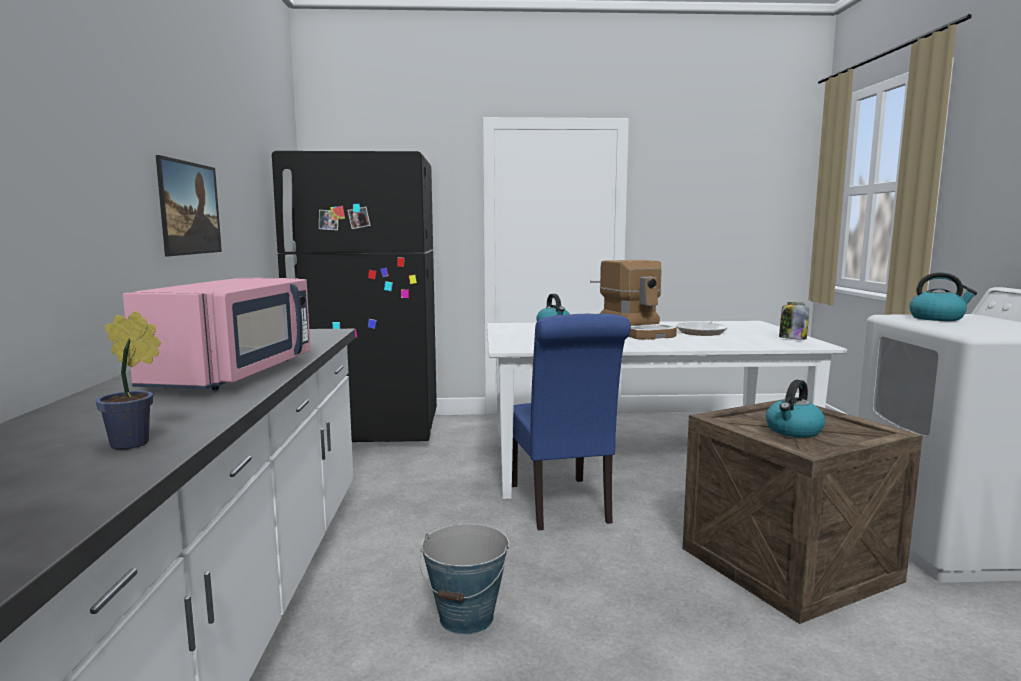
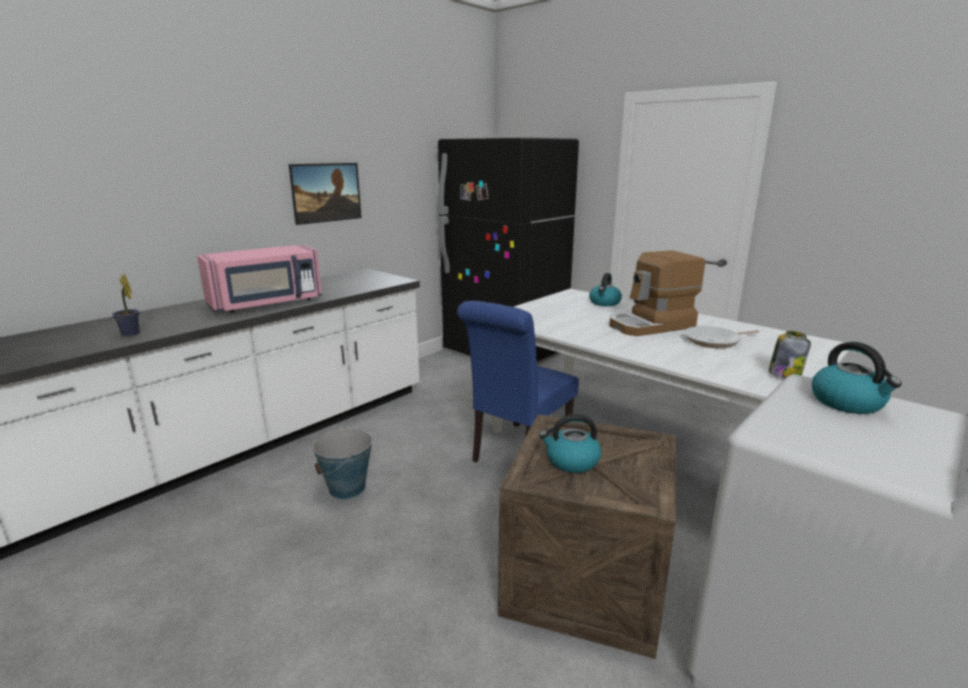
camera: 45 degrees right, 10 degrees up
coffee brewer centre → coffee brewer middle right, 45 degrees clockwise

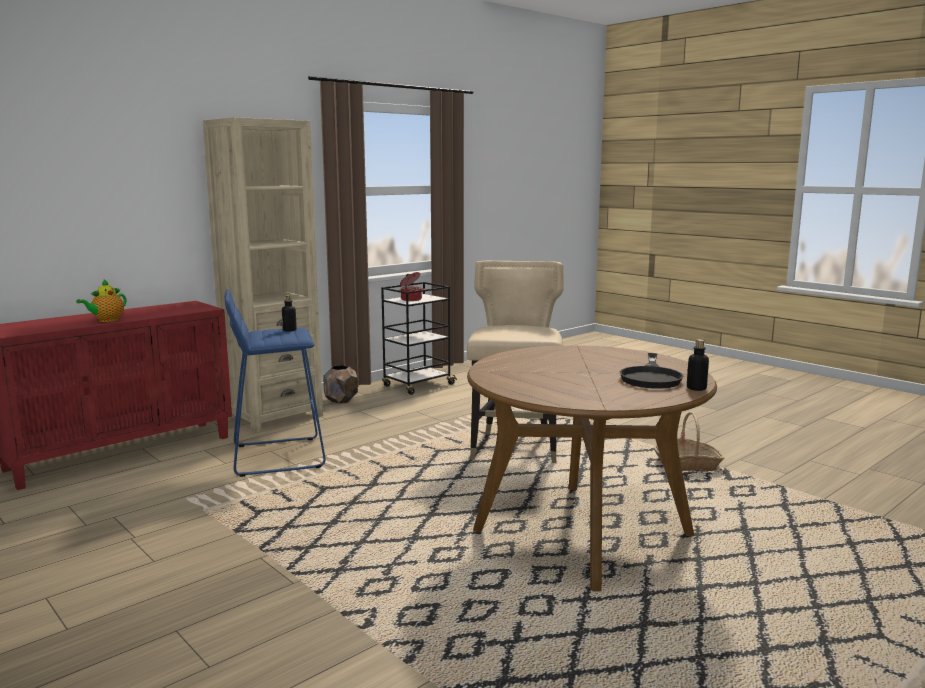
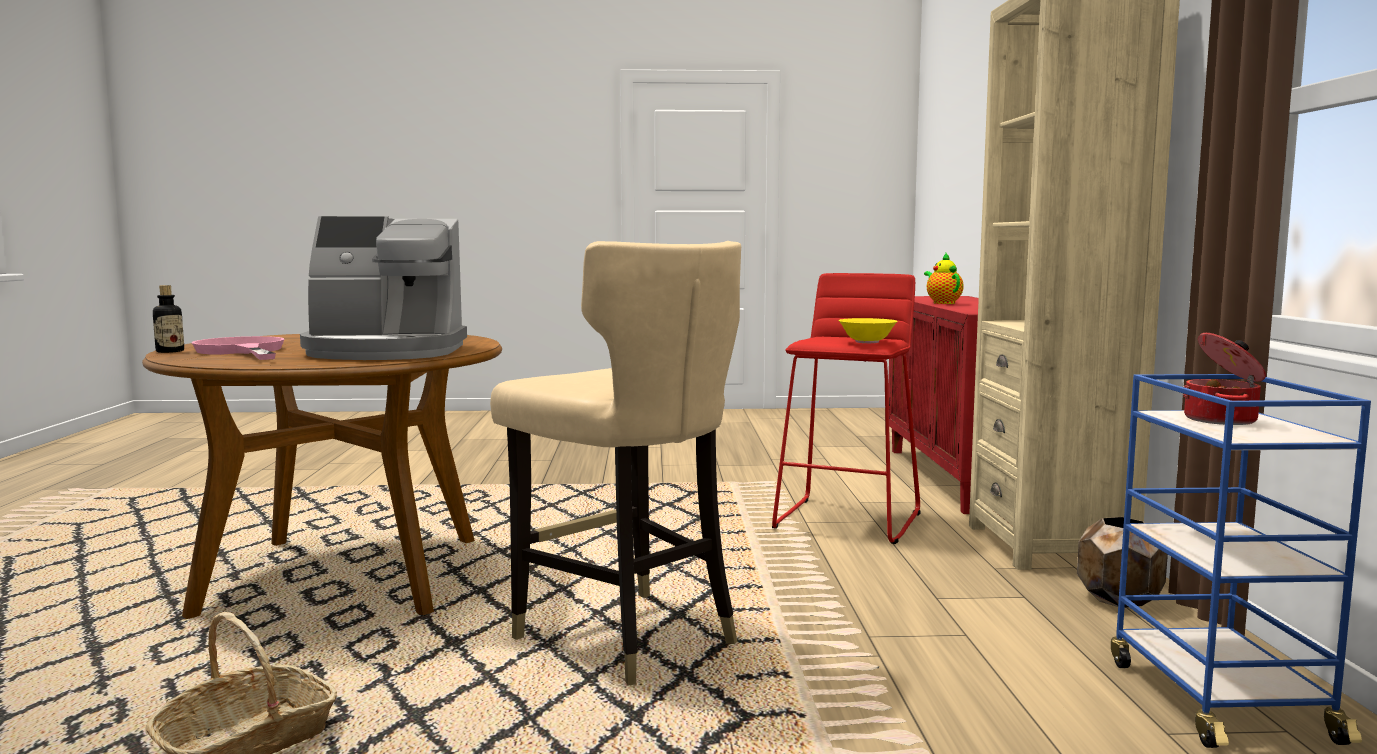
camera: 130 degrees right, 5 degrees down
blue sitting stool middle left → red sitting stool centre
beverage bottle (no. 1 from left) middle left → yellowish serving bowl centre
black trolley centre → blue trolley bottom right
black pan middle right → pinkish pan middle left
- → coffee brewer middle left

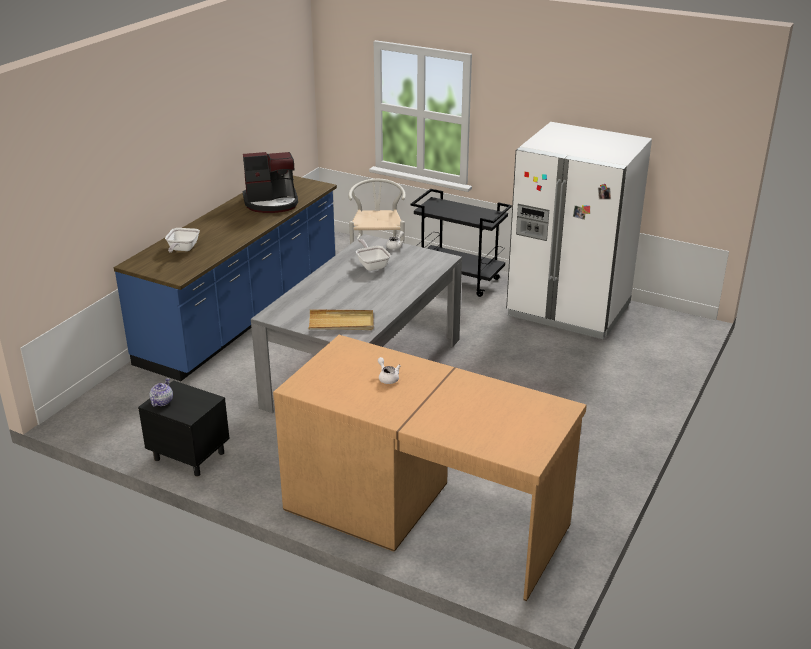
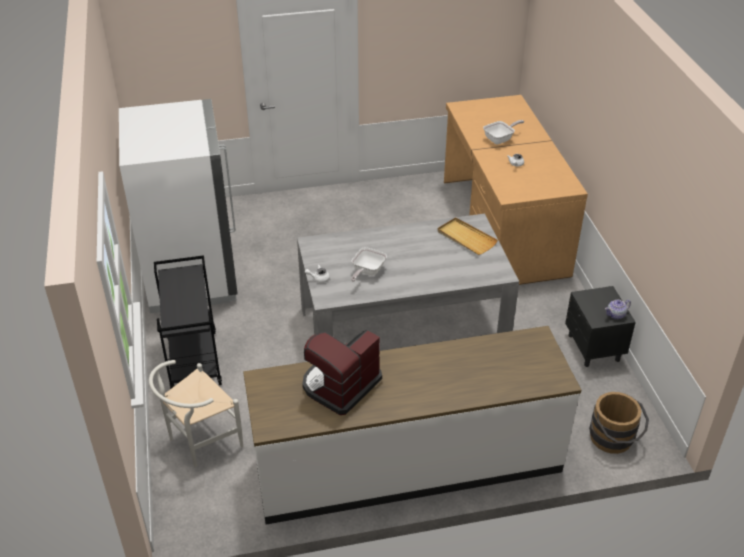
camera: 130 degrees left, 10 degrees up
blue counter middle left → white-coloured counter bottom centre
pan (no. 1 from left in the first image) middle left → pan (no. 2 from left) top right, shifted
coffee brewer top left → coffee brewer bottom centre, 90 degrees counterclockwise
- → brown-coloured pail bottom right

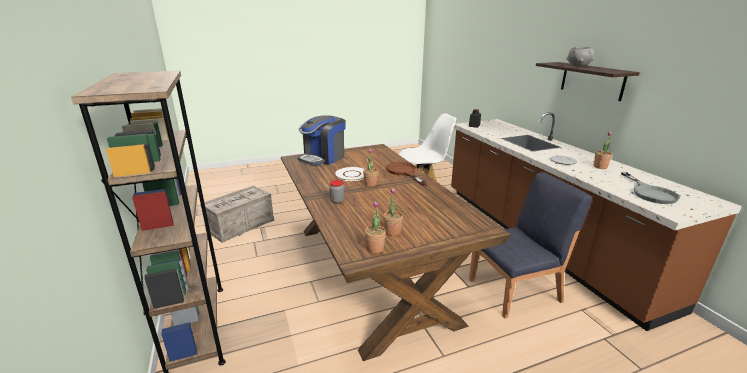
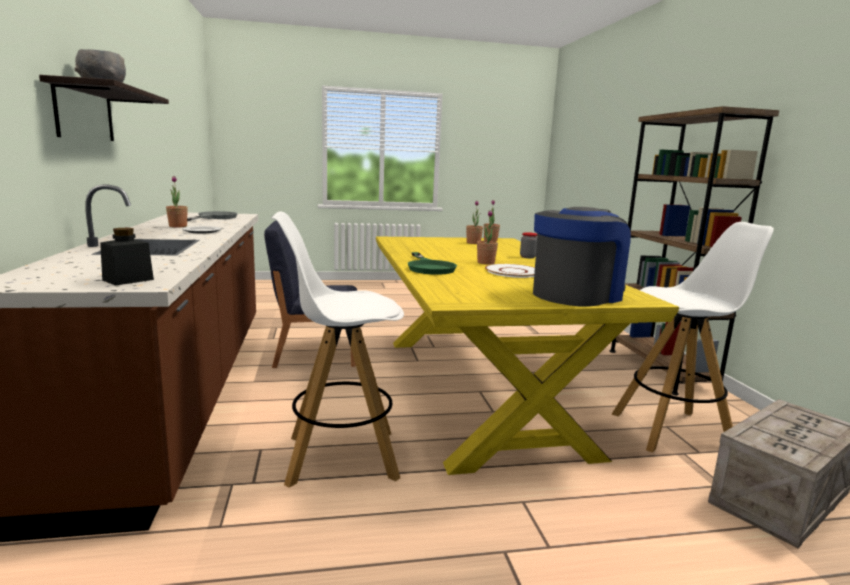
camera: 170 degrees left, 10 degrees down
brown-coloured dining table bottom centre → yellowish dining table centre
brown-coloured pan centre → green-coloured pan centre
- → white-coloured sitting stool (no. 2 from left) middle right

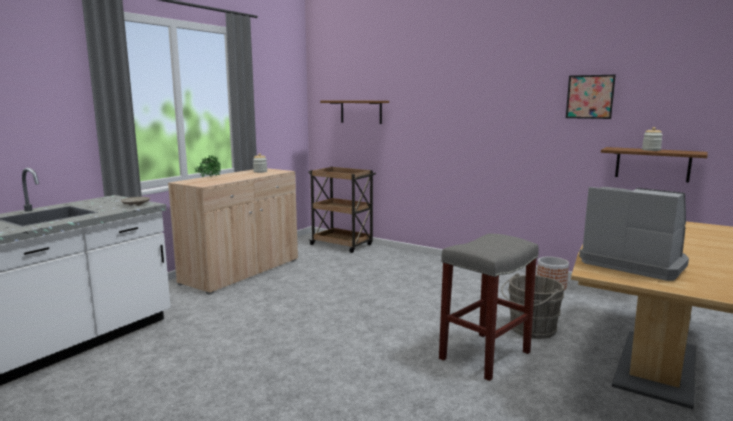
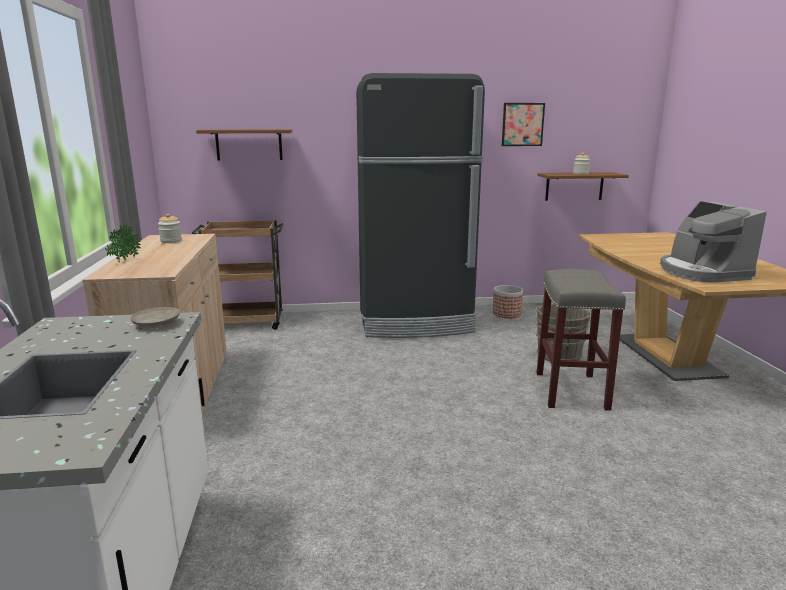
camera: 40 degrees left, 5 degrees up
coffee brewer middle right, 105 degrees counterclockwise
- → black refrigerator centre

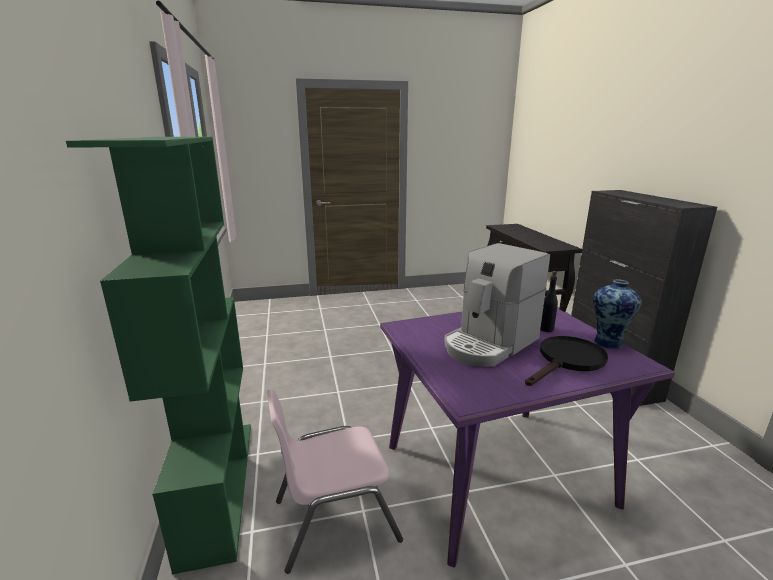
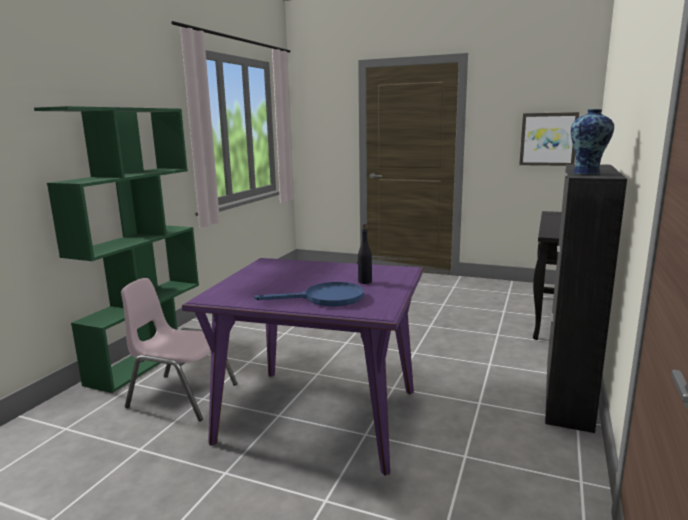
camera: 35 degrees right, 5 degrees down
coffee brewer centre → -
black pan middle right → blue pan centre
decorative vase middle right → decorative vase top right, shifted
- → wall picture top right

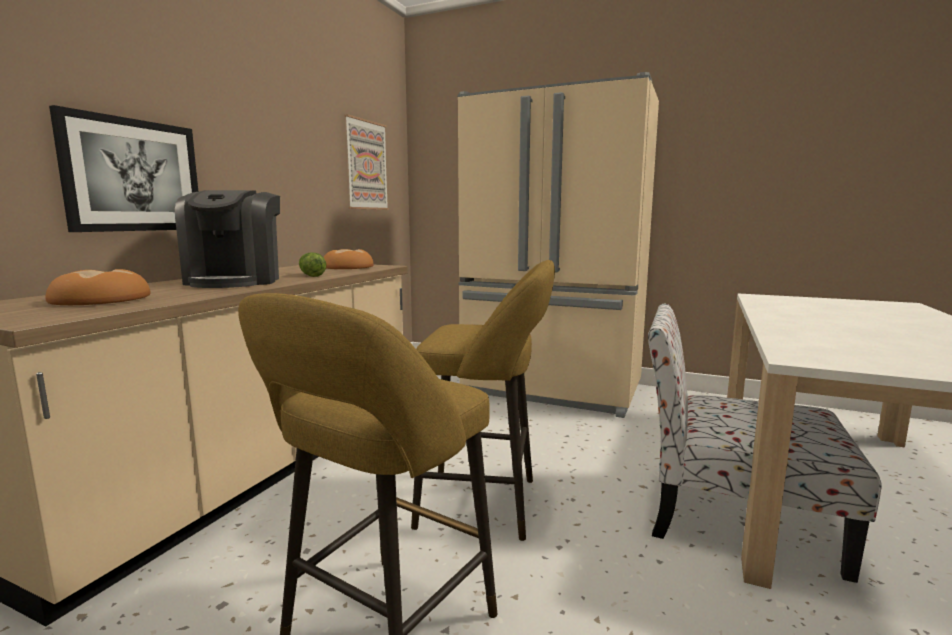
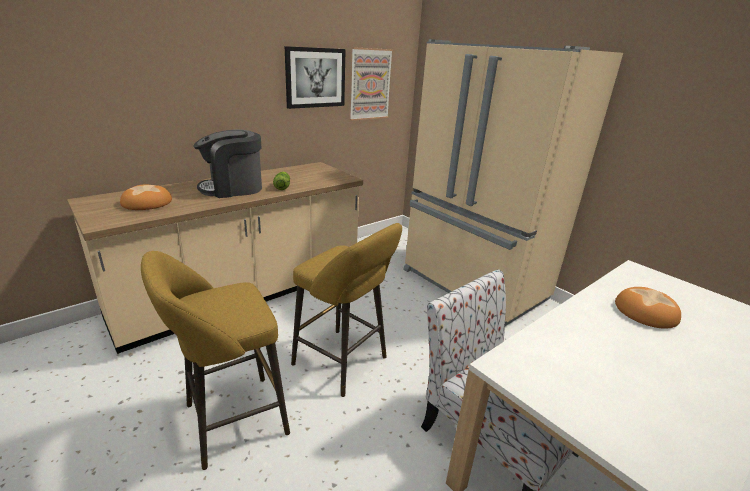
camera: 25 degrees right, 15 degrees up
wall picture (no. 1 from left) top left → wall picture (no. 1 from left) top centre, shifted
coffee brewer middle left, 45 degrees clockwise
baked bread (no. 2 from left) centre → baked bread (no. 2 from left) middle right, shifted

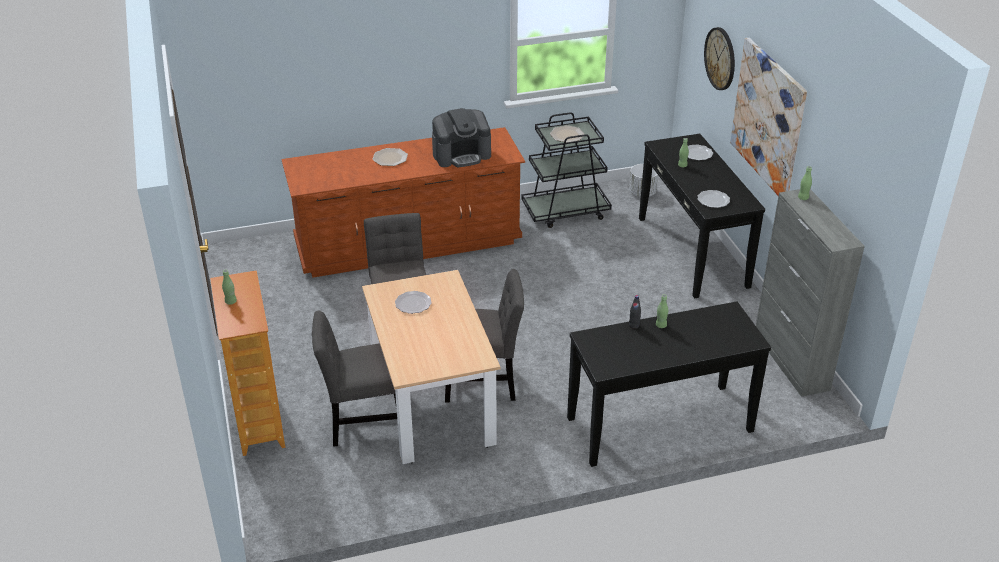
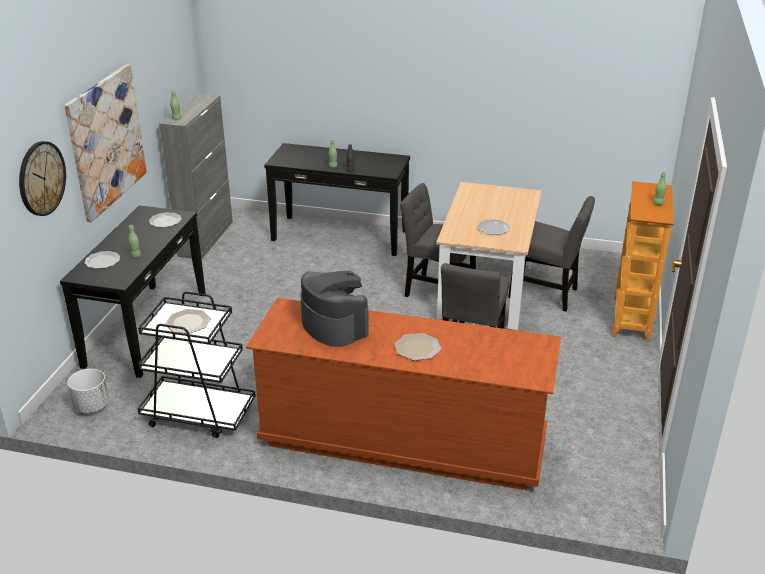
camera: 150 degrees left, 5 degrees down
coffee brewer top centre → coffee brewer centre, 45 degrees clockwise

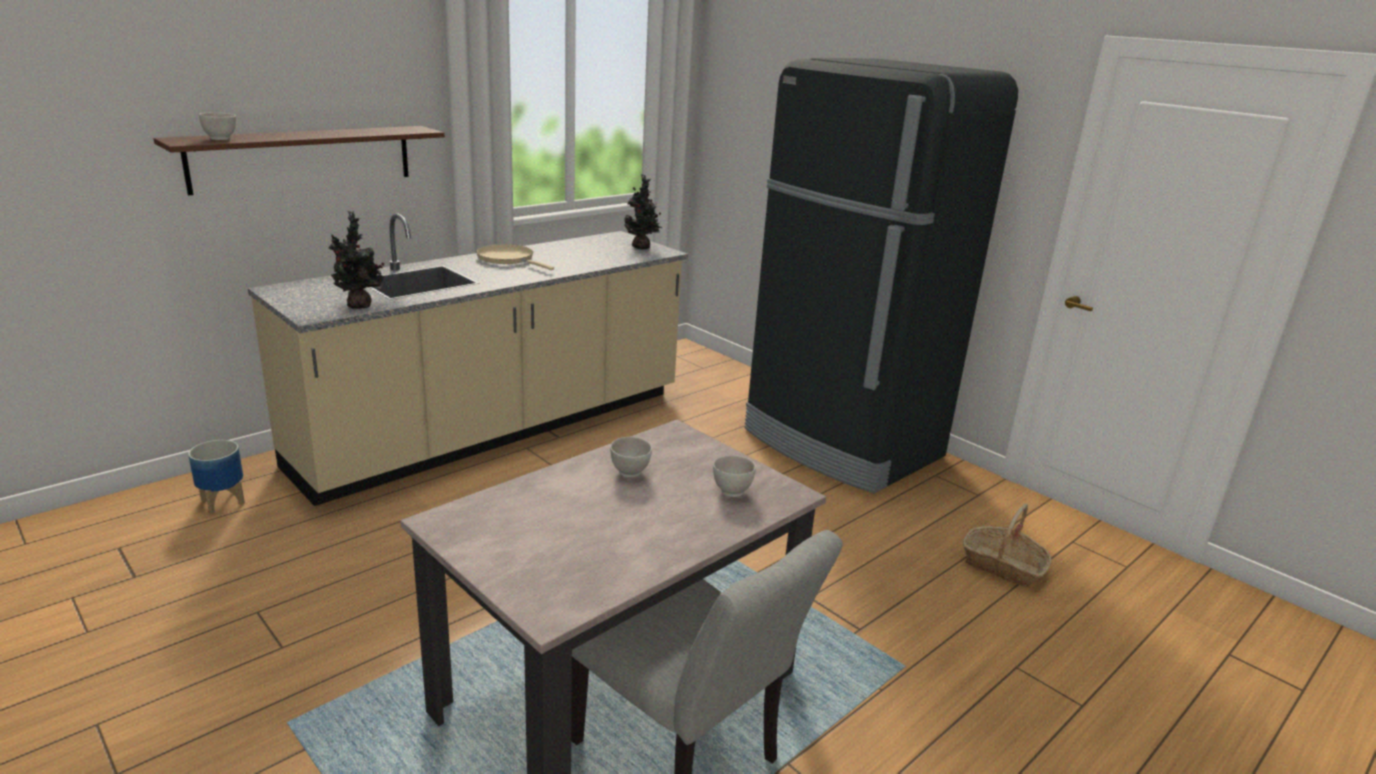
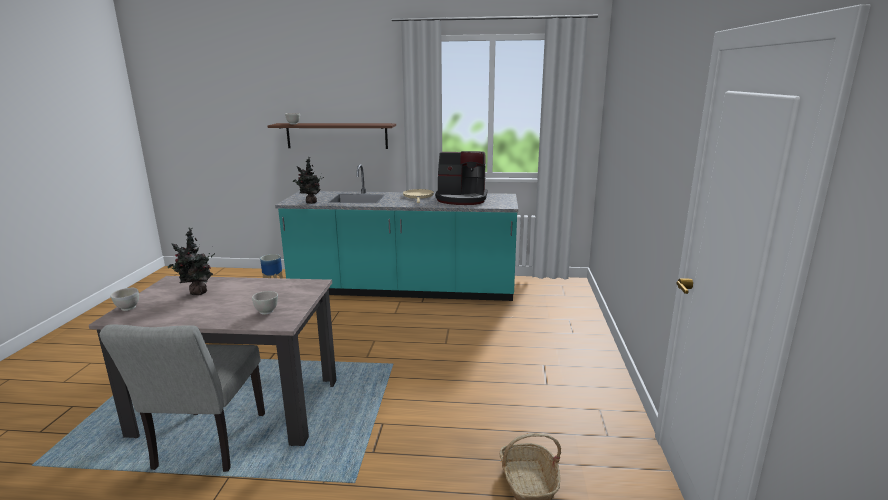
camera: 50 degrees right, 5 degrees down
beige-coloured counter centre → turquoise counter centre
white-coloured serving bowl (no. 2 from left in the first image) centre → white-coloured serving bowl (no. 1 from left) middle left, shifted
plant in a pot (no. 2 from left in the first image) top centre → plant in a pot (no. 1 from left) middle left, shifted
black refrigerator centre → -
- → coffee brewer centre

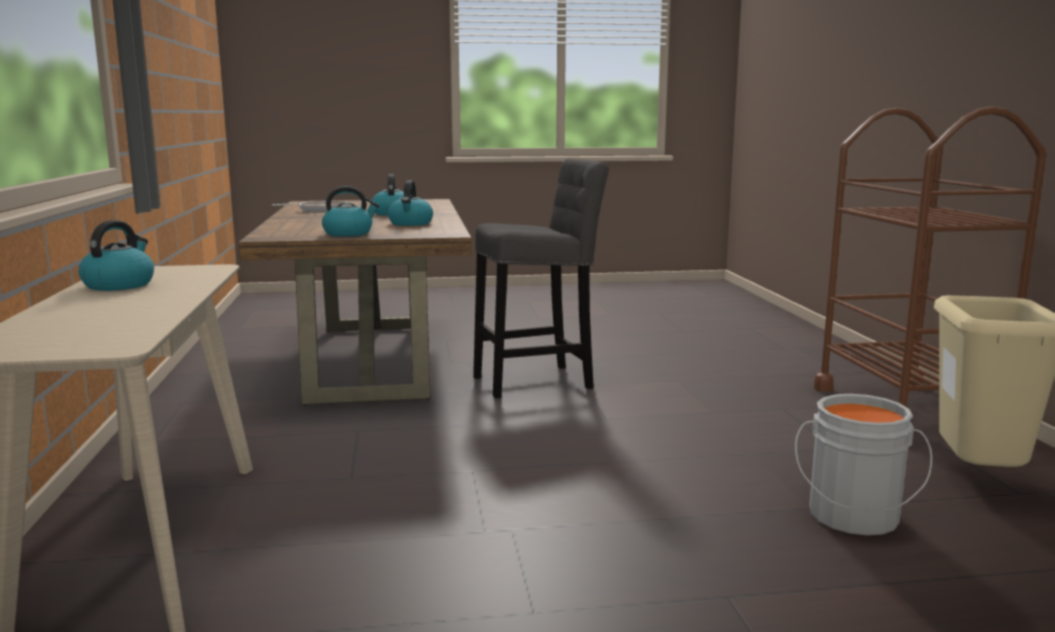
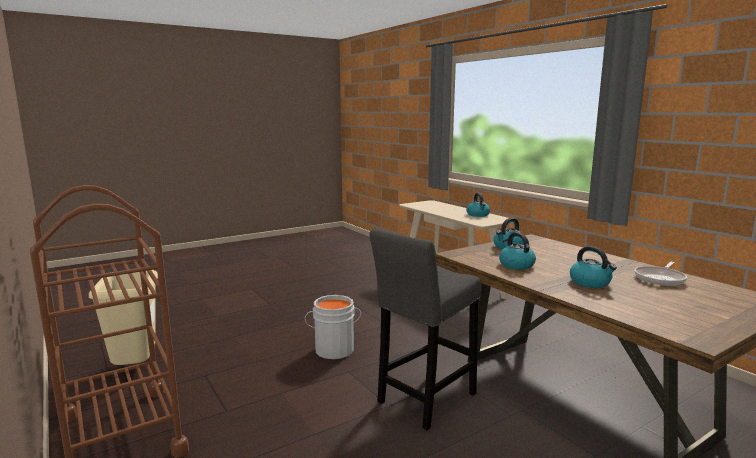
camera: 155 degrees right, 0 degrees up
gray pail bottom right → gray pail bottom centre, shifted

